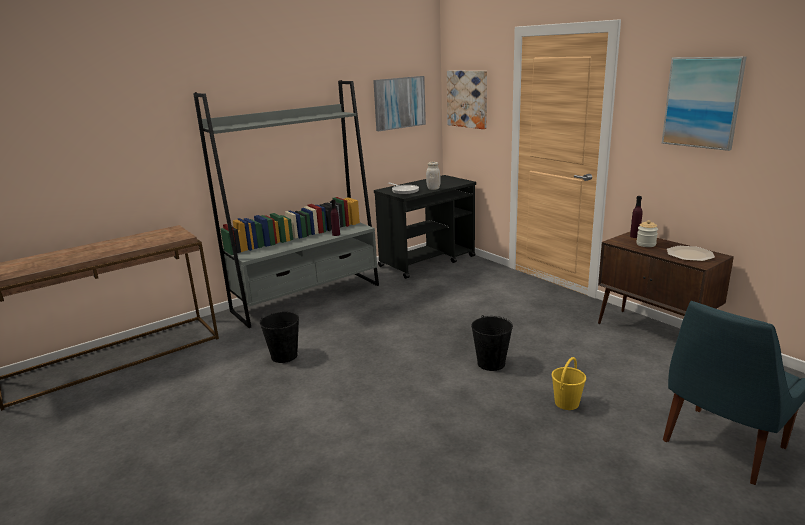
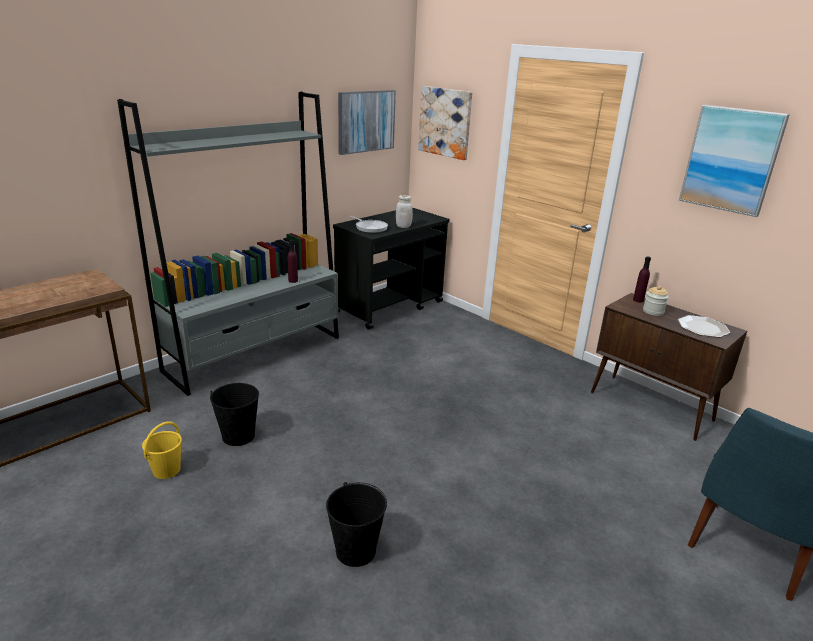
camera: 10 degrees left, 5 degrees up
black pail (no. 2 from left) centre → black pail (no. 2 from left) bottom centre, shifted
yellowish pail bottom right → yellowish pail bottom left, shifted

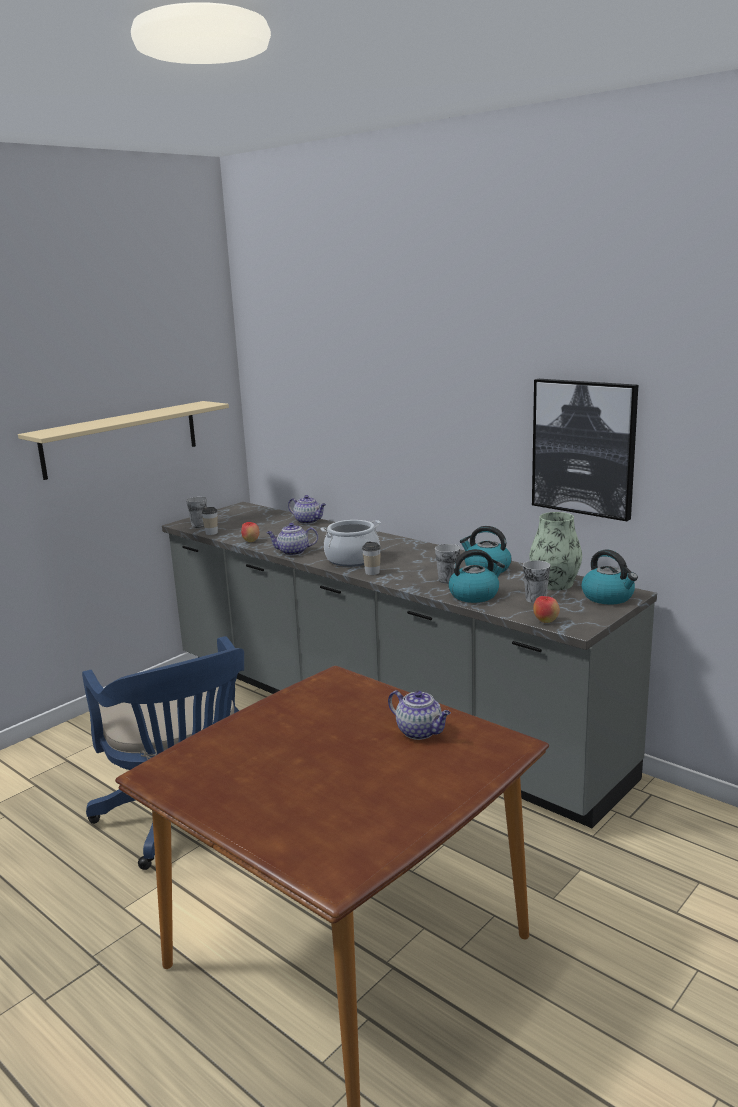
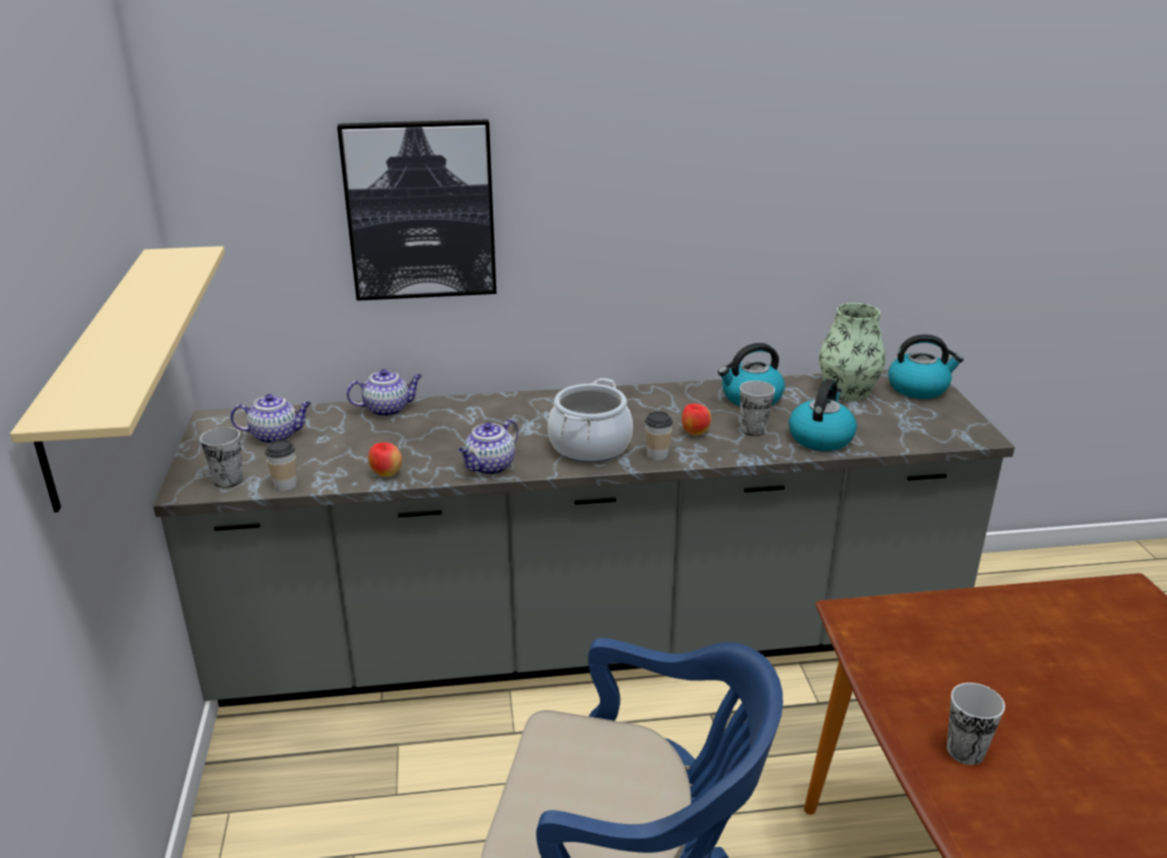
camera: 50 degrees left, 10 degrees up
pot for tea (no. 3 from left in the first image) centre → pot for tea (no. 1 from left) middle left, shifted
small cup (no. 5 from left) middle right → small cup (no. 5 from left) bottom right, shifted
wall picture middle right → wall picture top centre, shifted
whole apple (no. 2 from left) middle right → whole apple (no. 2 from left) centre, shifted

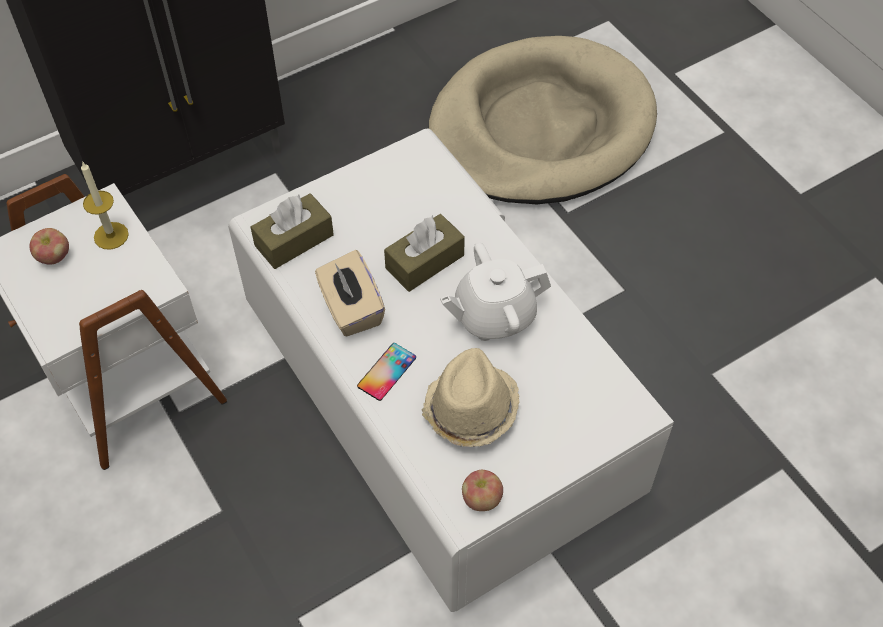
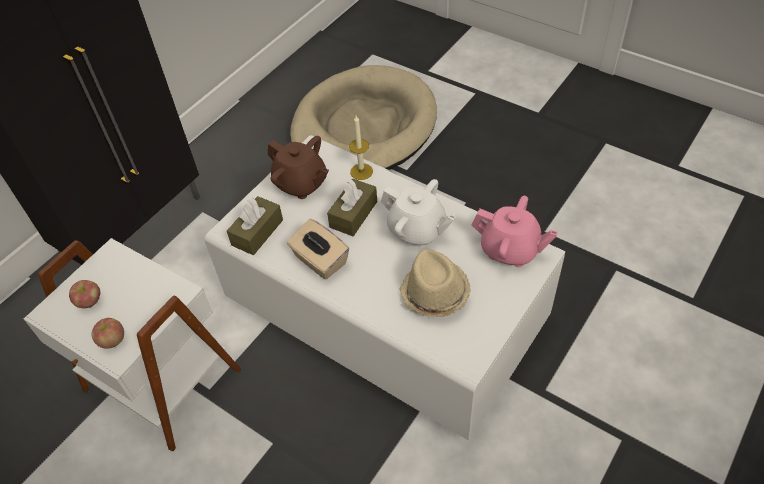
camera: 20 degrees left, 5 degrees down
candle top left → candle top centre, shifted
handset centre → -
white-coloured pot for tea centre, 105 degrees counterclockwise
whole apple (no. 2 from left) bottom centre → whole apple (no. 2 from left) bottom left, shifted
- → brown-coloured pot for tea centre
- → pinkish pot for tea middle right

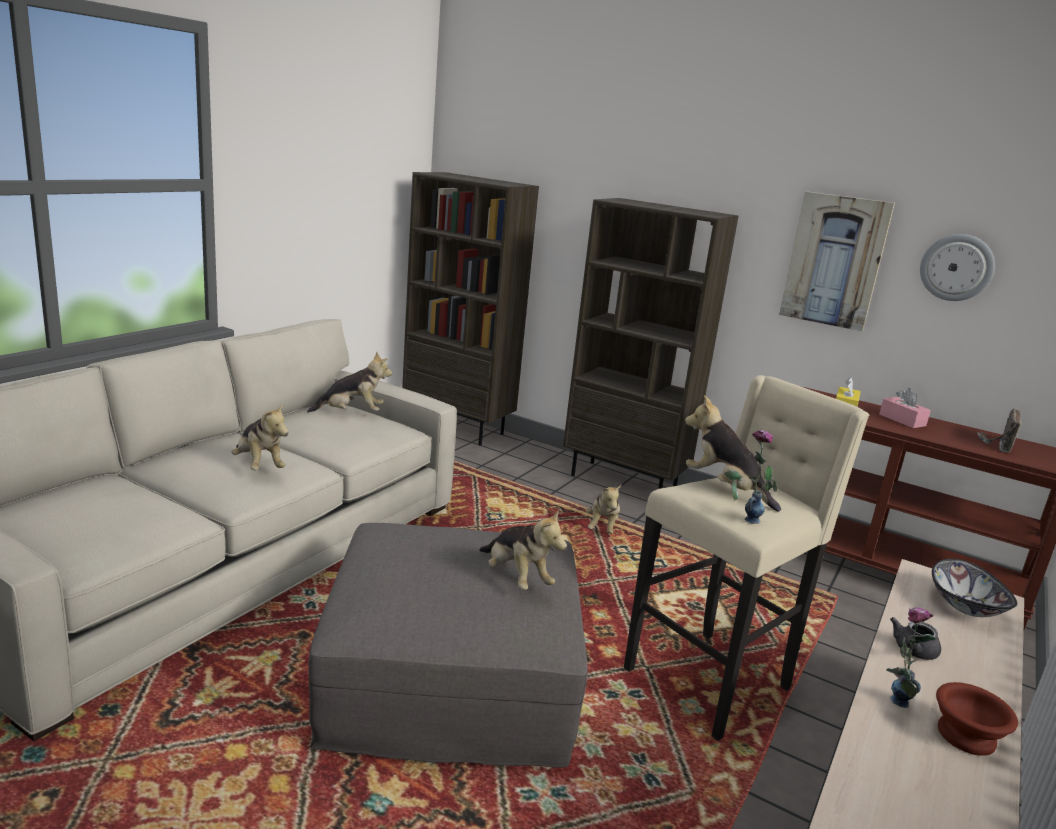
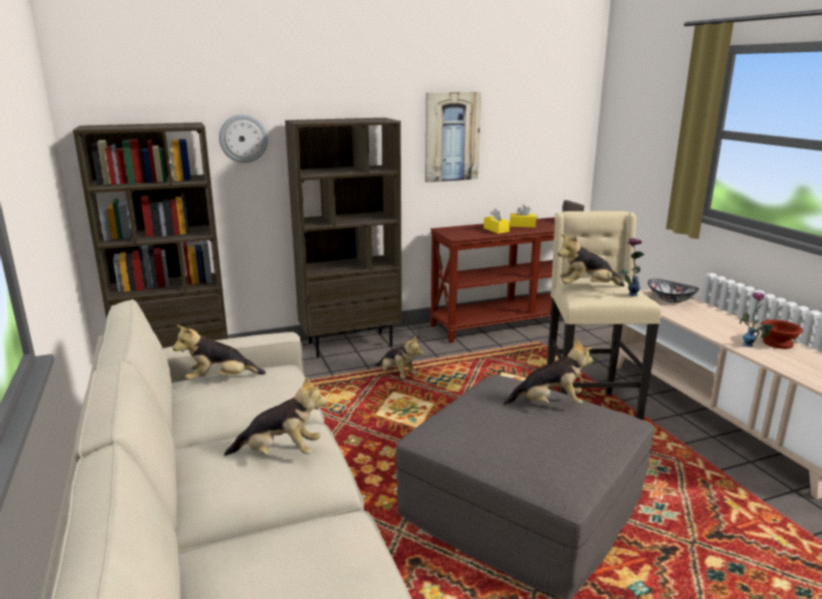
camera: 50 degrees left, 0 degrees up
plush toy (no. 2 from left in the first image) middle left → plush toy (no. 1 from left) middle left, 135 degrees counterclockwise
pinkish box of tissues middle right → yellowish box of tissues (no. 2 from left) centre
gray pot for tea bottom right → -
hanging clock top right → hanging clock top left, shifted

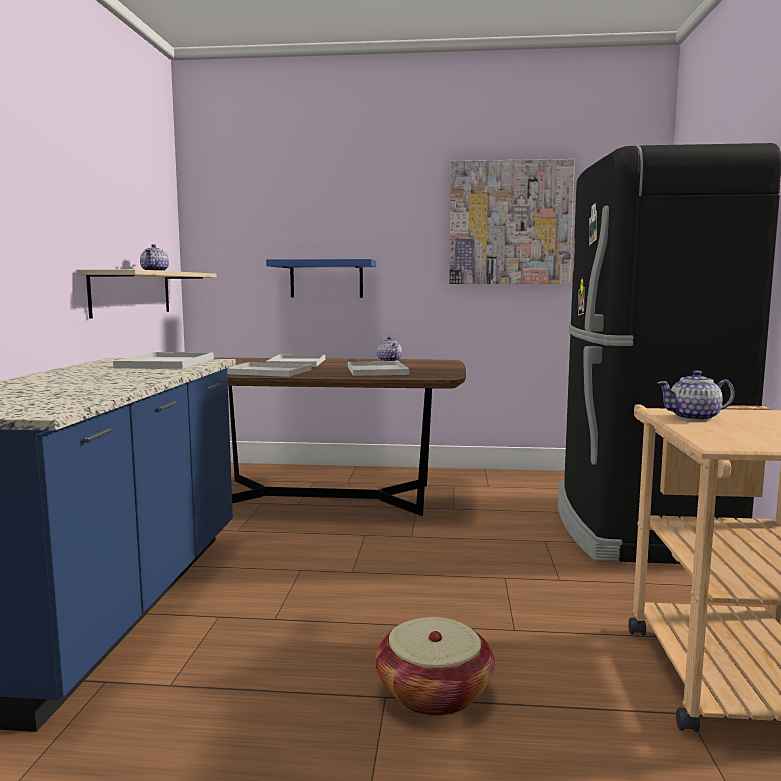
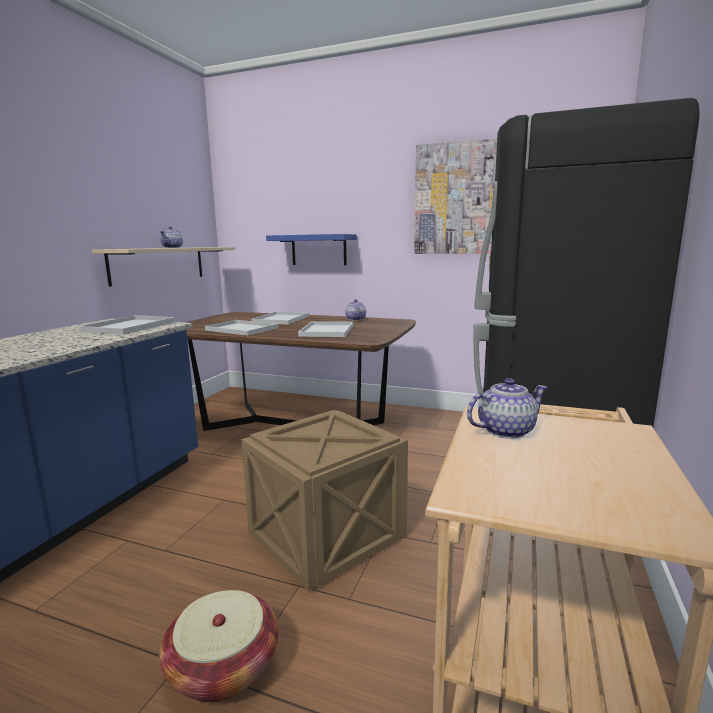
camera: 15 degrees right, 5 degrees up
pot for tea (no. 3 from left) middle right, 150 degrees clockwise
- → shipping crate bottom centre

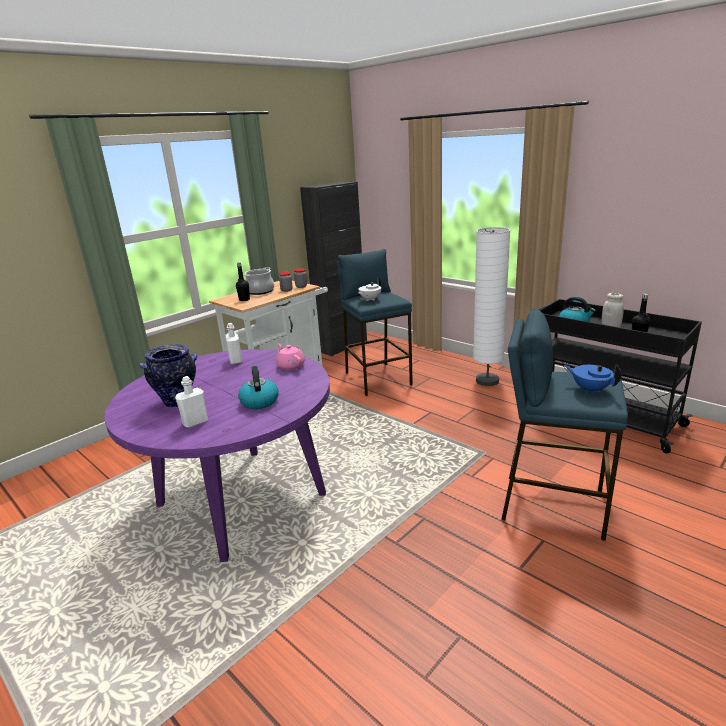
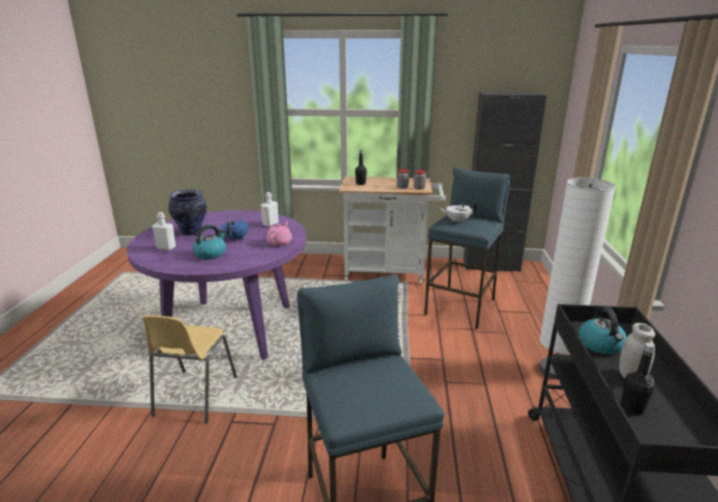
camera: 50 degrees right, 0 degrees up
stockpot centre → -
blue pot for tea middle right → blue pot for tea middle left, shifted
- → yellowish chair bottom left

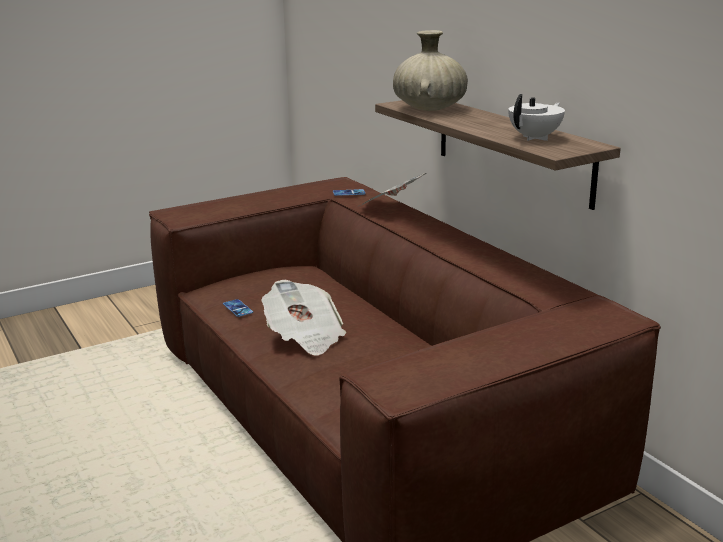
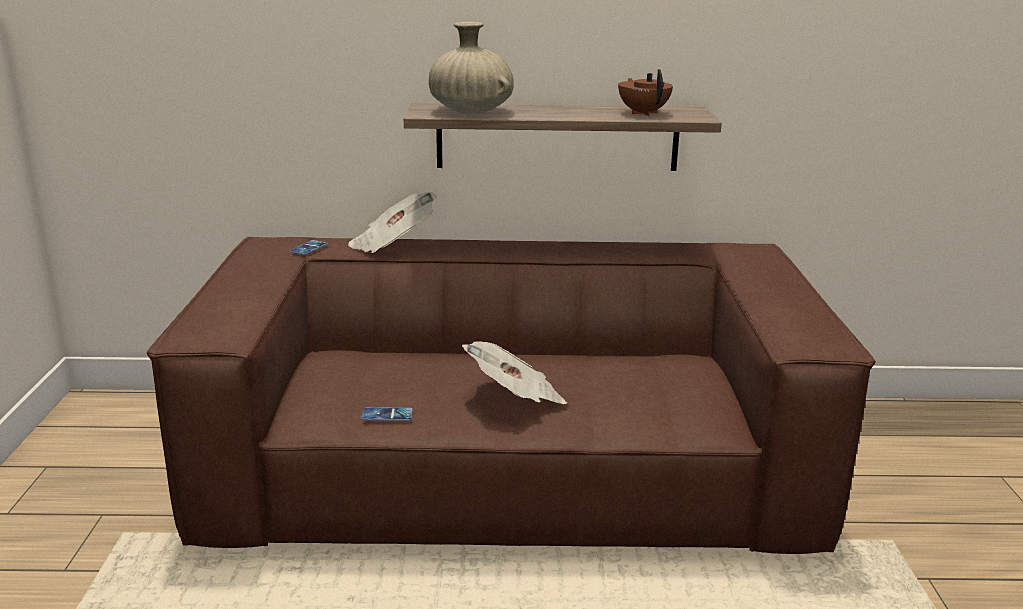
camera: 60 degrees left, 0 degrees up
white-coloured pot for tea top right → brown-coloured pot for tea top centre

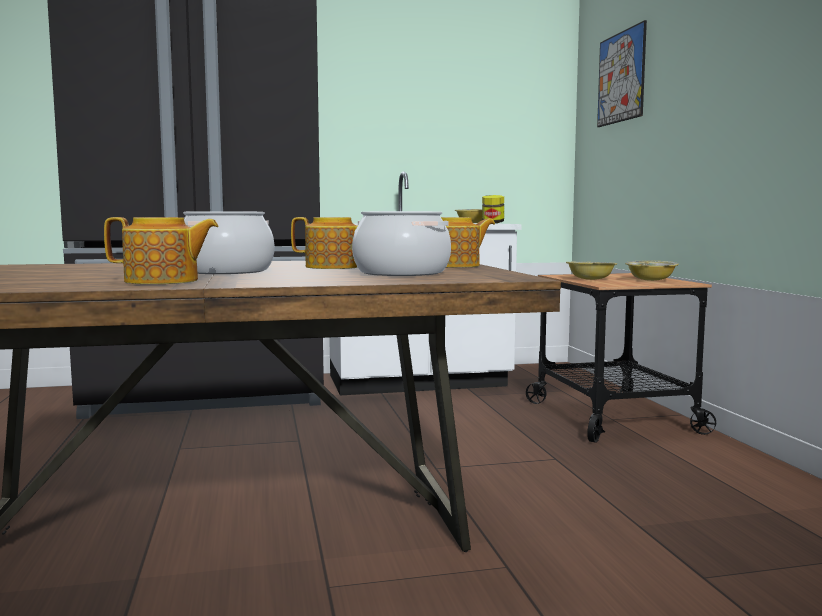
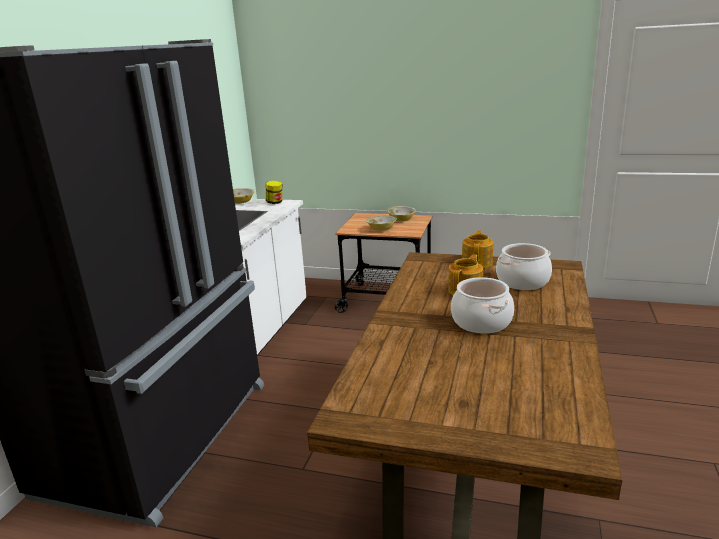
camera: 60 degrees left, 15 degrees up
pot for tea (no. 1 from left) middle left → -
wall picture top right → -

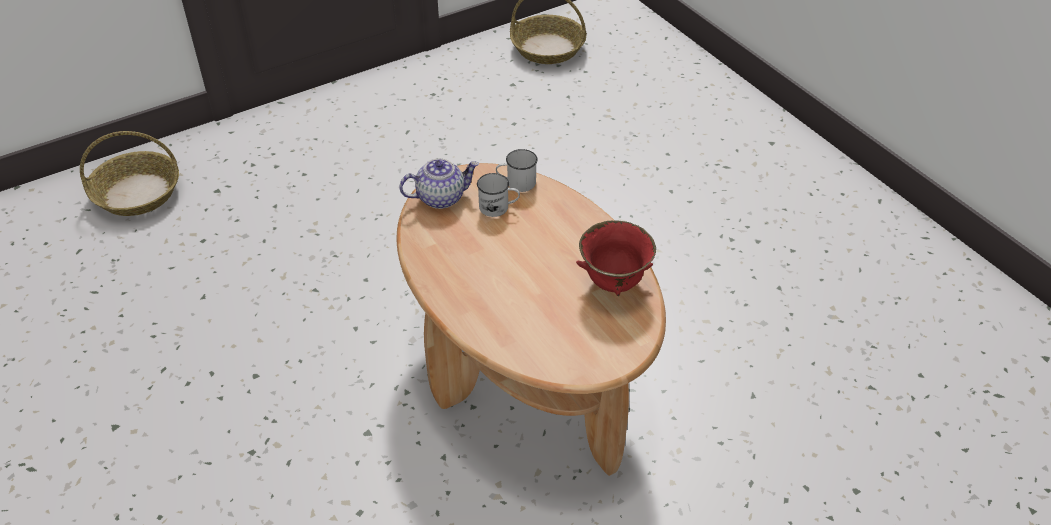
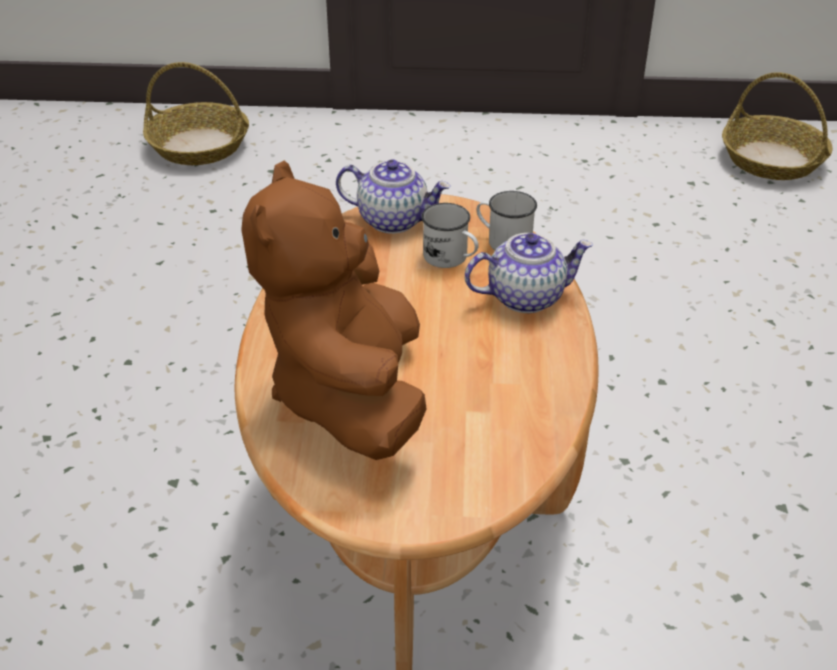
camera: 35 degrees right, 5 degrees down
red serving bowl centre → -
- → brown-coloured plush toy centre
- → pot for tea (no. 2 from left) centre

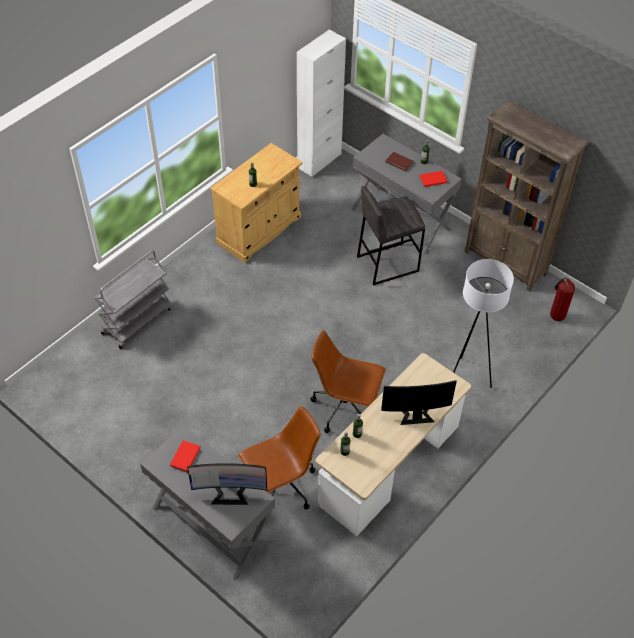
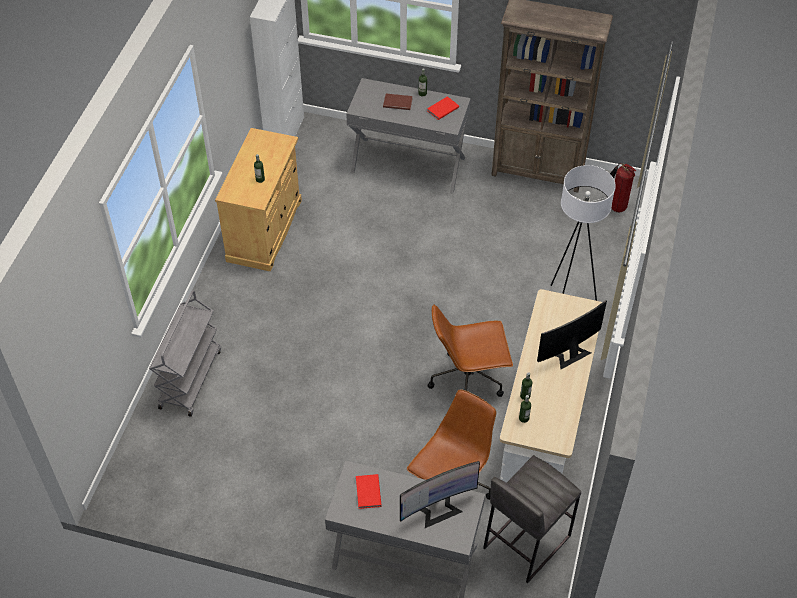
camera: 25 degrees left, 0 degrees up
gray sitting stool centre → gray sitting stool bottom right, shifted

